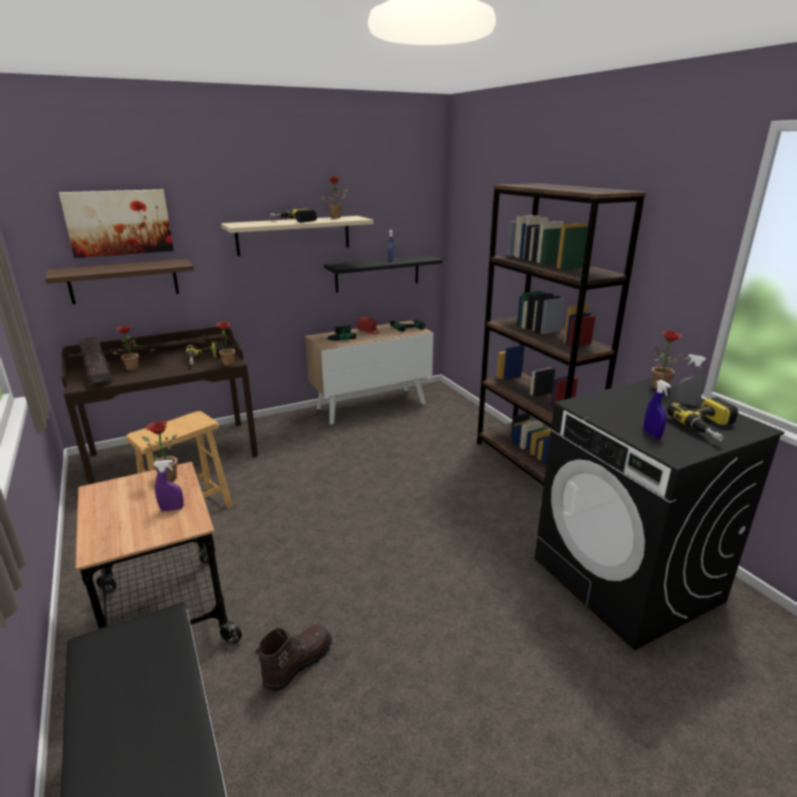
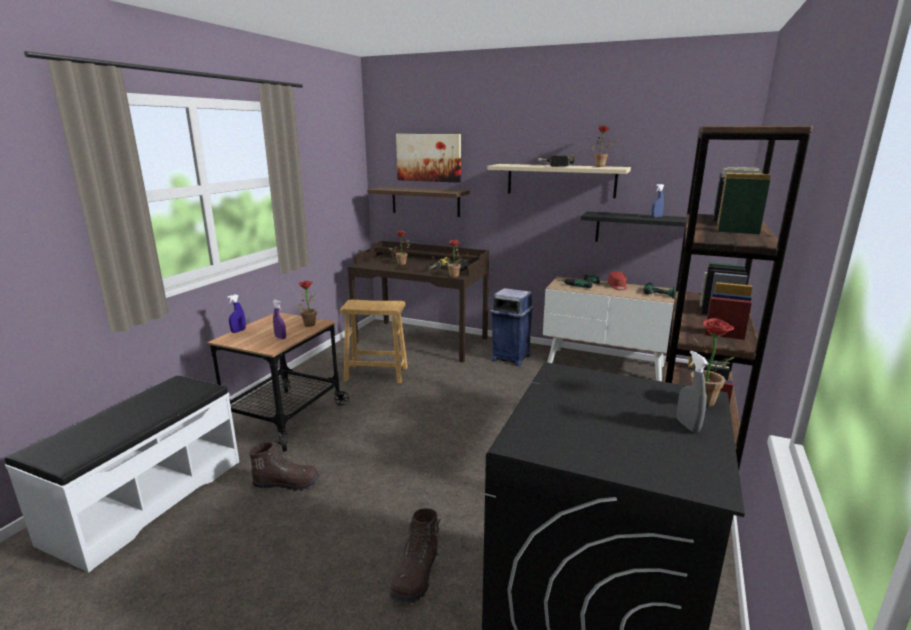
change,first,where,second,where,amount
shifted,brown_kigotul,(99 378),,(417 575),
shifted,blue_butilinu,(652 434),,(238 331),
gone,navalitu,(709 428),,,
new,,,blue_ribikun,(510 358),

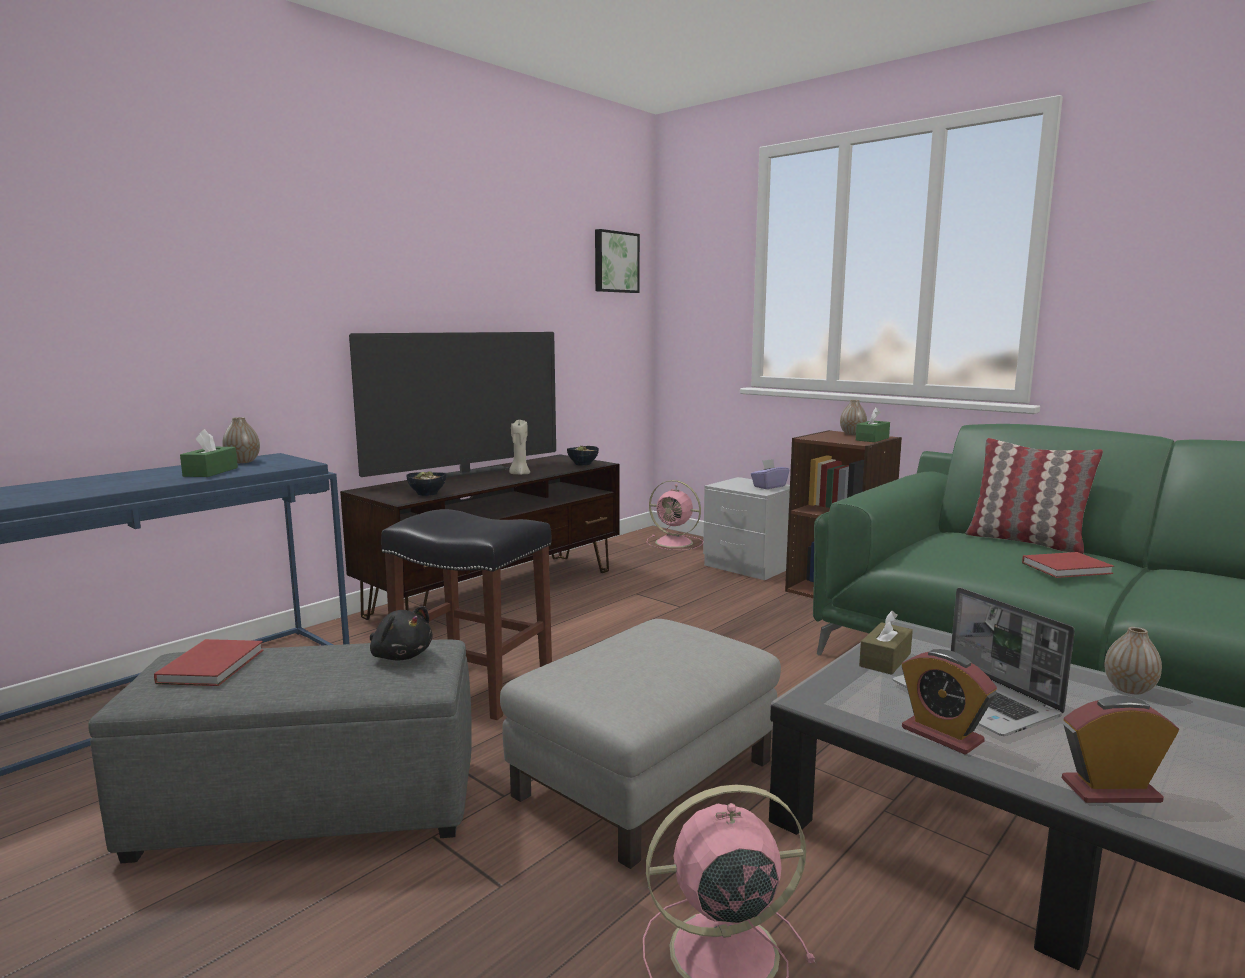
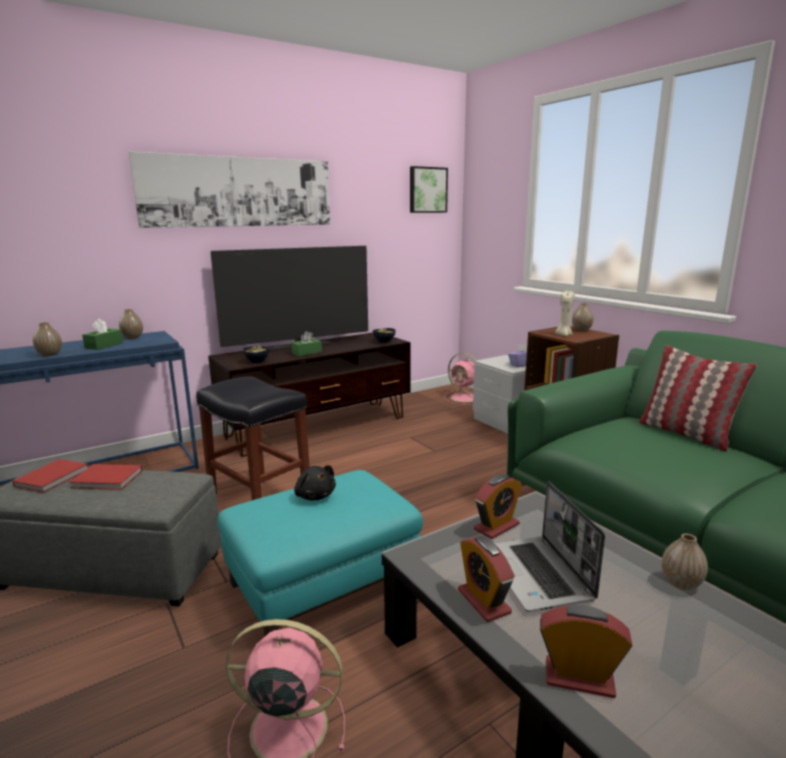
change,first,where,second,where,amount
shifted,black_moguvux,(401 655),,(314 495),
repainted,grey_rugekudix,(644 777),turquoise_rugekudix,(323 583),
shifted,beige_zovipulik,(519 474),,(563 335),
shifted,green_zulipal,(872 439),,(307 352),
swapped,brown_zulipal,(885 660),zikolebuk,(496 527),
shifted,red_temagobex,(1069 568),,(108 480),
new,,,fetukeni,(50 354),
new,,,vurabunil,(239 192),

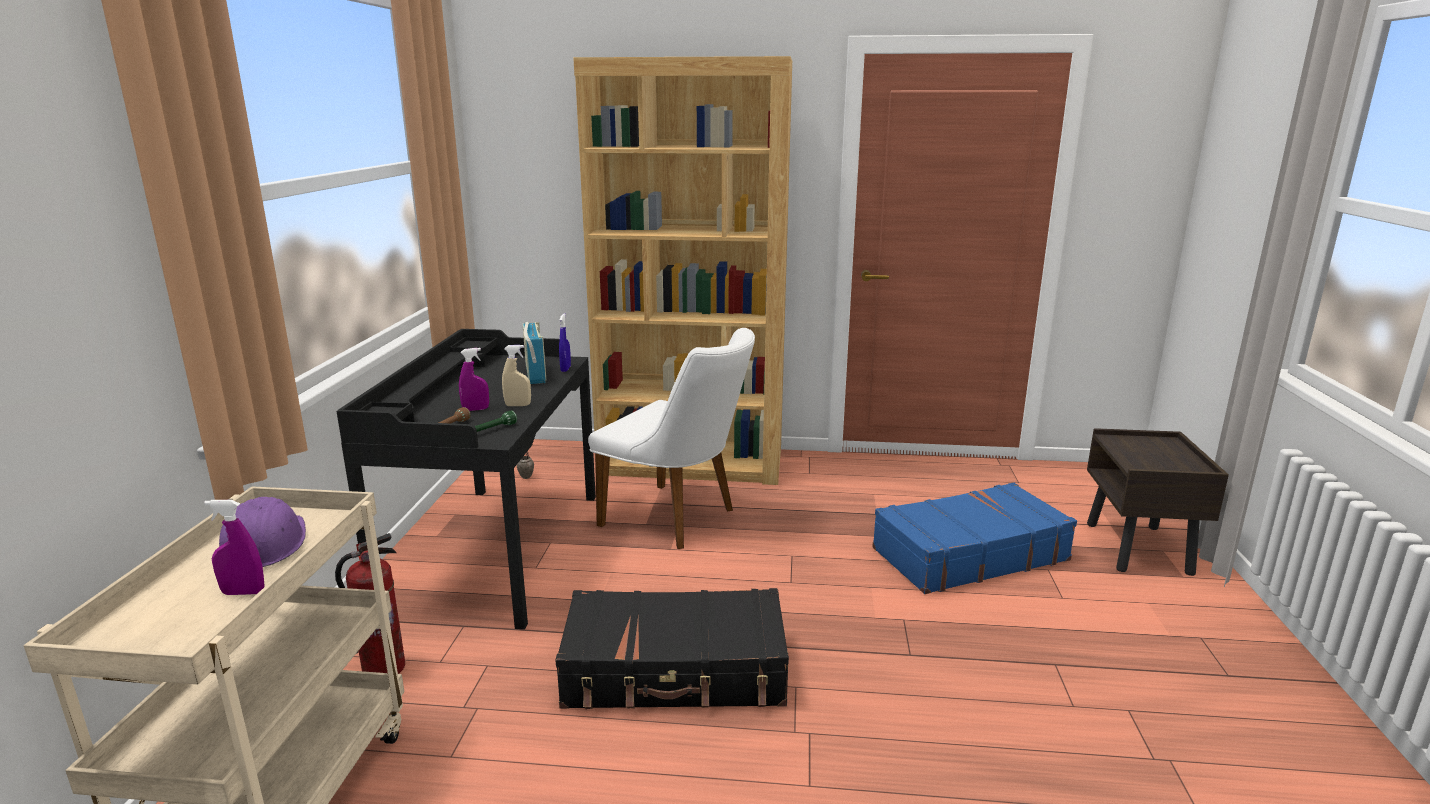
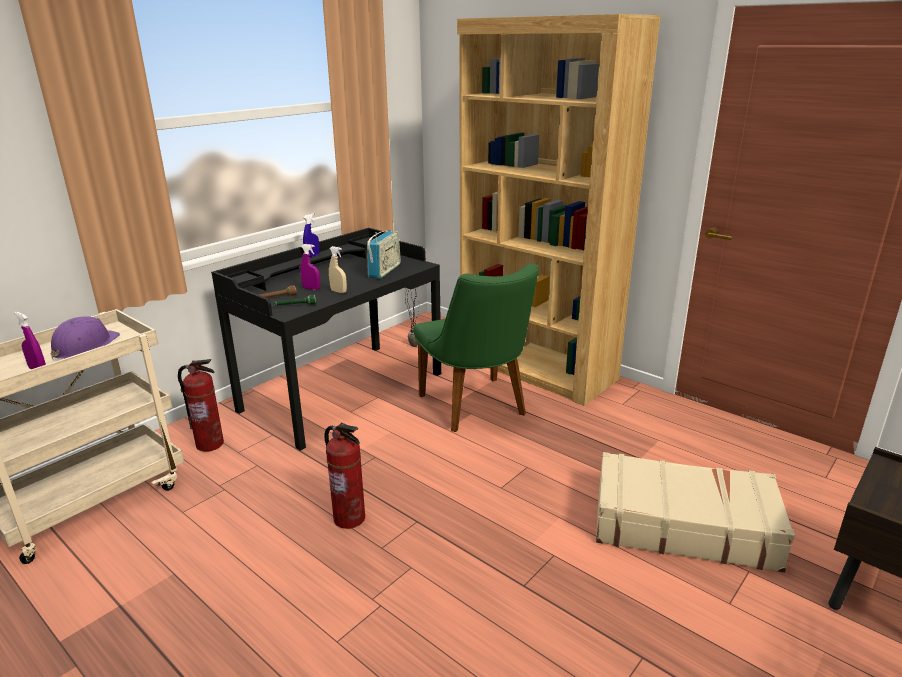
change,first,where,second,where,amount
swapped,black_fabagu,(675 671),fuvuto,(350 518),
shifted,blue_butilinu,(565 369),,(312 256),
repainted,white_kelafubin,(678 519),green_kelafubin,(477 409),
repainted,blue_fabagu,(968 554),beige_fabagu,(682 525),

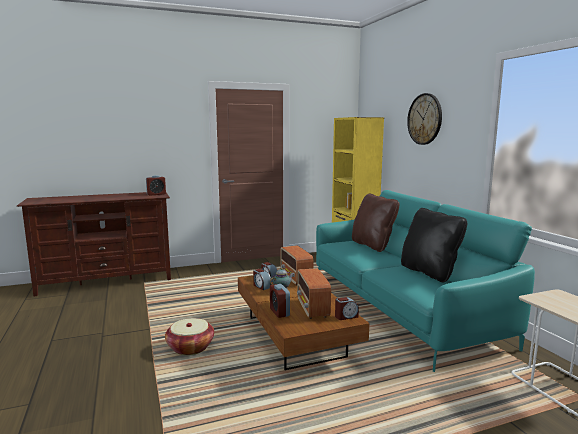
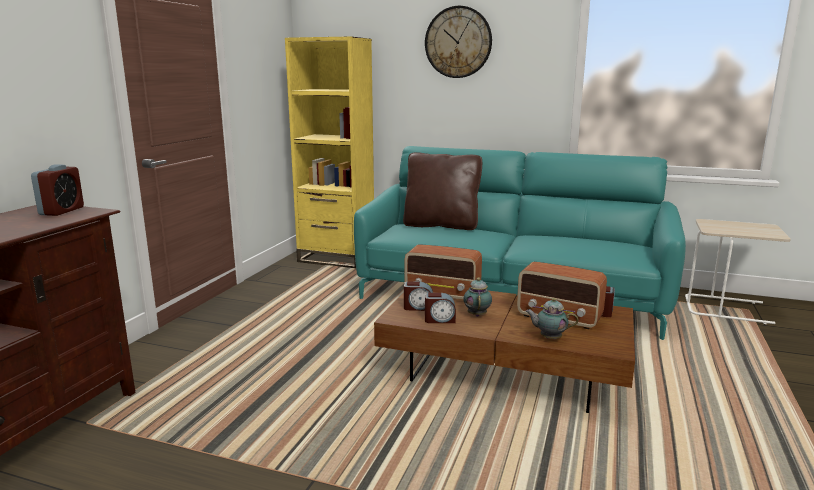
change,first,where,second,where,amount
gone,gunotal,(190 347),,,
swapped,zikolebuk,(279 312),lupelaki,(549 338),
gone,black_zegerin,(429 272),,,

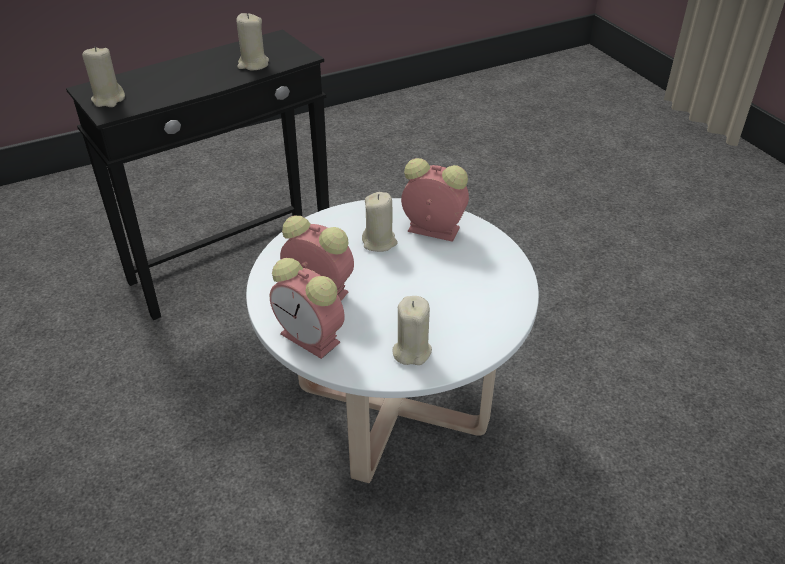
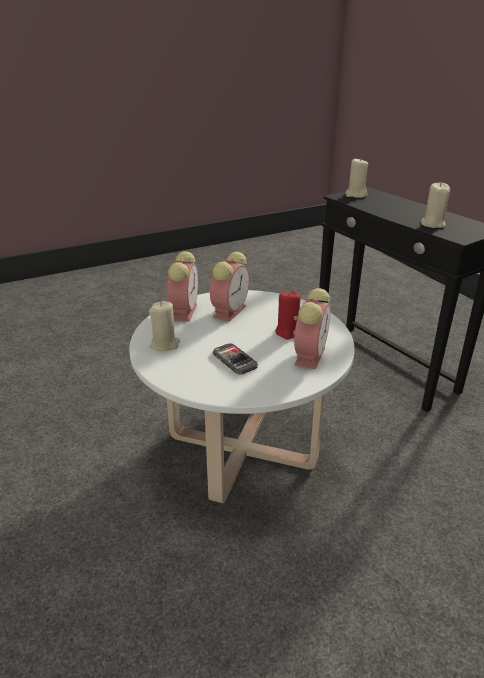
change,first,where,second,where,amount
rotated,zikolebuk,(312 339),,(184 311),150 degrees clockwise
repainted,beige_zovipulik,(379 242),red_zovipulik,(288 332),
new,,,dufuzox,(235 360),

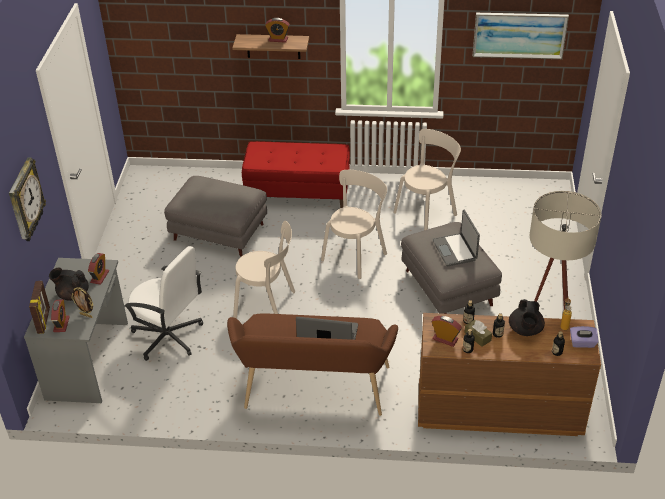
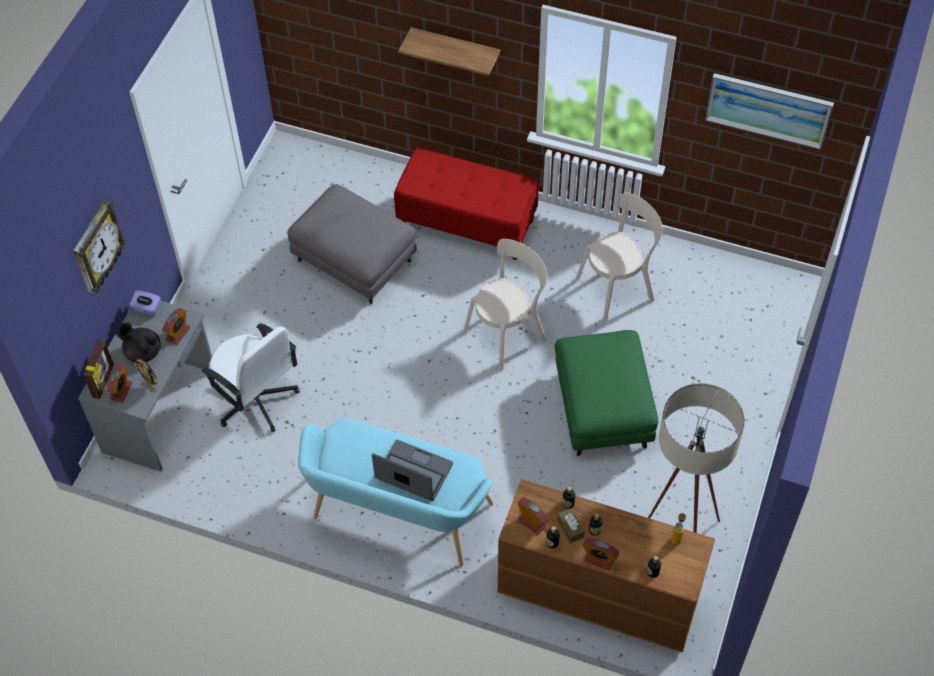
change,first,where,second,where,amount
repainted,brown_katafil,(314 392),turquoise_katafil,(397 516),
gone,beige_kelafubin,(268 305),,,
shifted,zikolebuk,(278 39),,(599 559),
repainted,grey_rugekudix,(449 288),green_rugekudix,(603 409),
gone,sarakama,(455 250),,,
gone,black_lupelaki,(525 330),,,
shifted,purple_zulipal,(582 343),,(147 308),

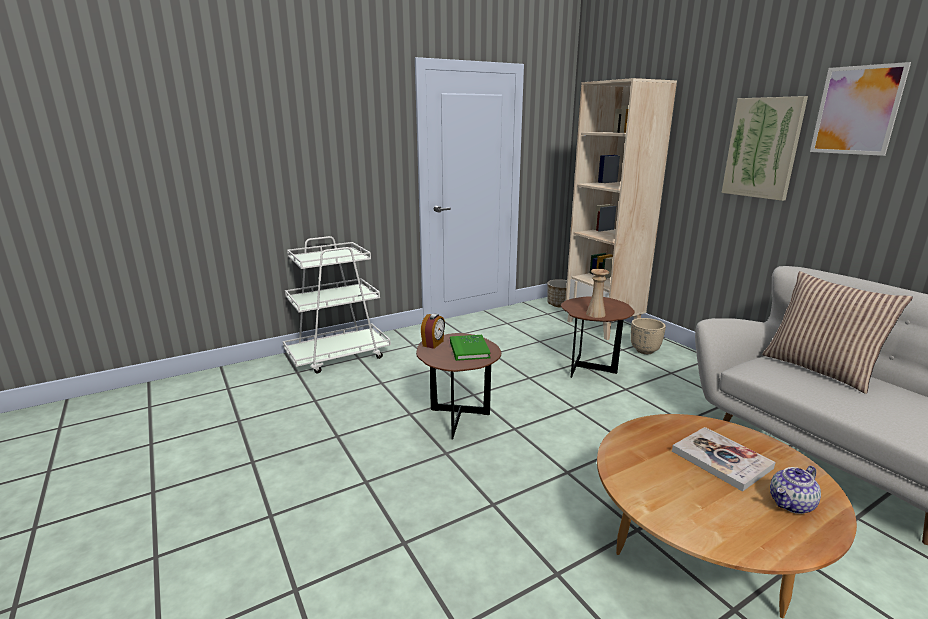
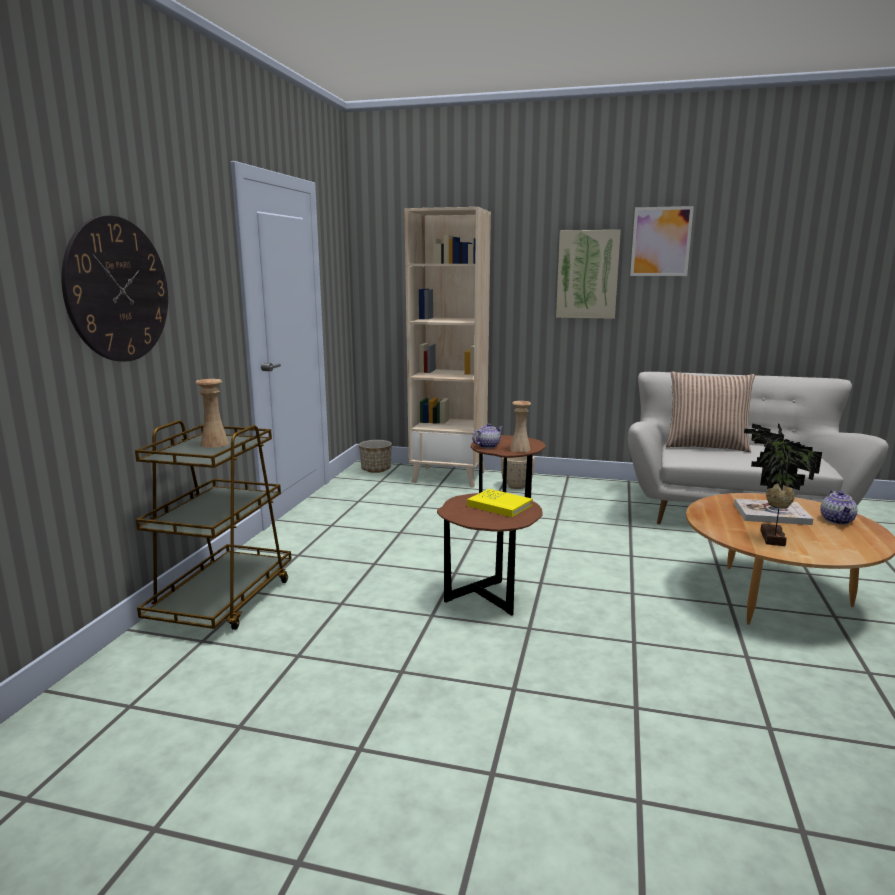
change,first,where,second,where,amount
repainted,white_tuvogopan,(338 356),brown_tuvogopan,(223 601),
gone,zikolebuk,(433 343),,,
repainted,green_temagobex,(469 349),yellow_temagobex,(499 505),
new,,,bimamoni,(118 290),
new,,,beige_fetukeni,(214 444),
new,,,lupelaki,(487 446),
new,,,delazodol,(769 538),

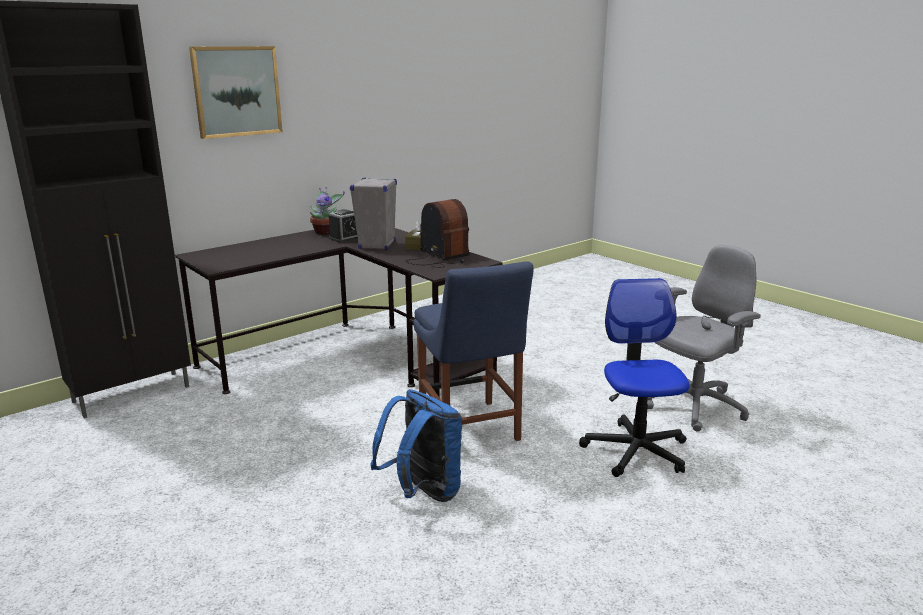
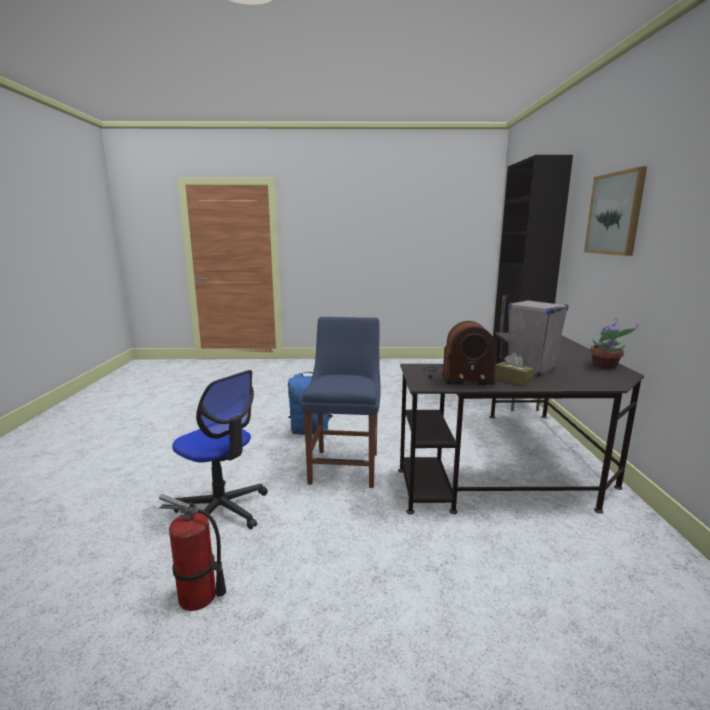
change,first,where,second,where,amount
gone,zikolebuk,(345 238),,,
rotated,blue_kelafubin,(470 429),,(345 465),75 degrees clockwise
swapped,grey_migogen,(693 407),fuvuto,(198 597),

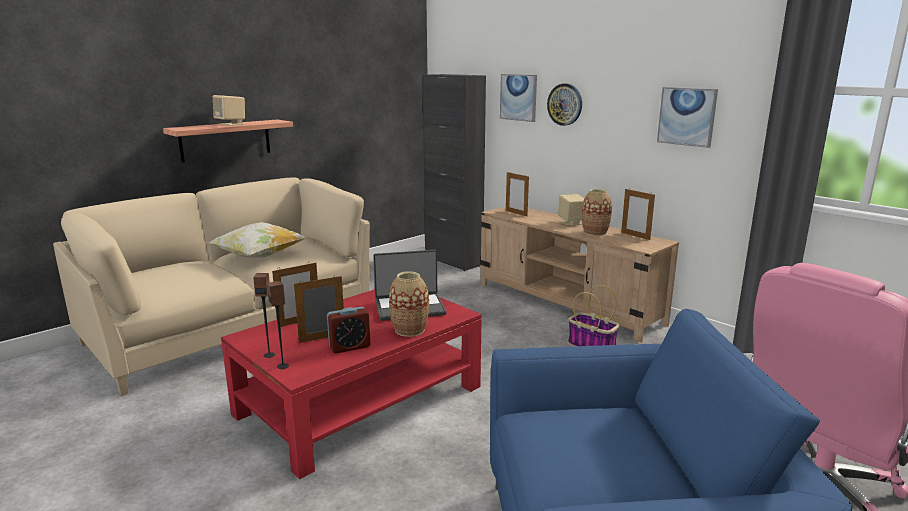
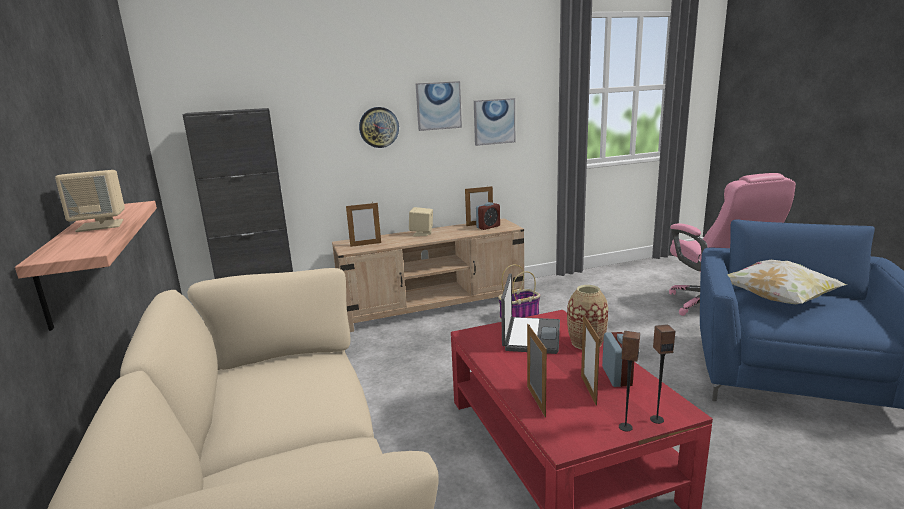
change,first,where,second,where,amount
shifted,zegerin,(259 257),,(778 300),
shifted,vurabunil,(518 97),,(438 105),
gone,fetukeni,(595 232),,,
new,,,zikolebuk,(488 227),

